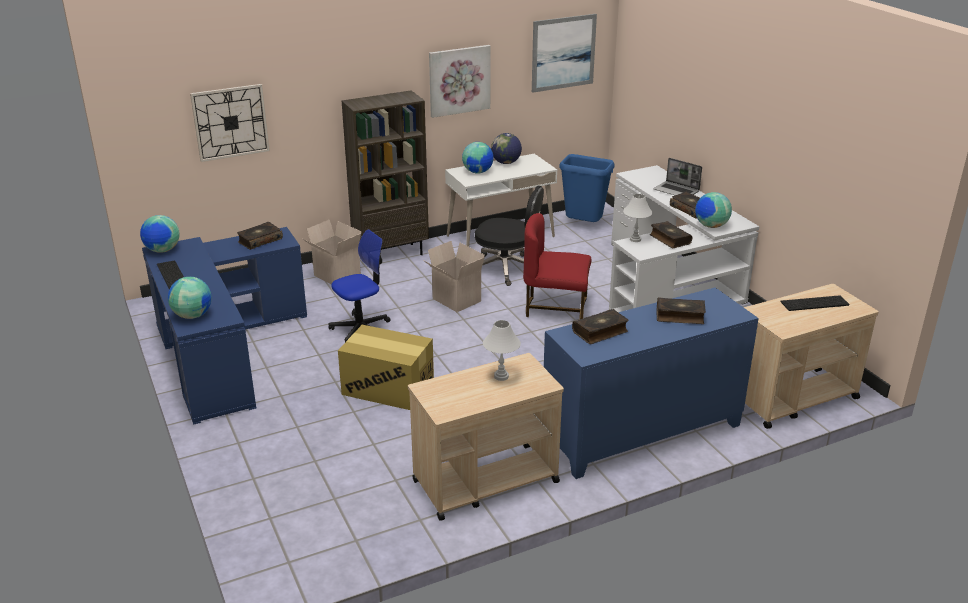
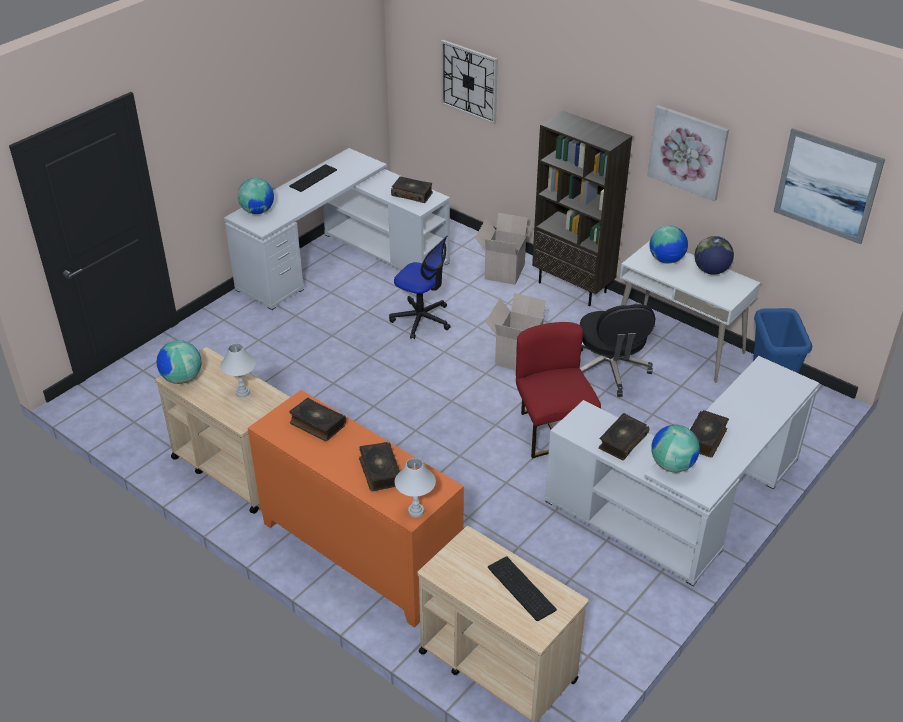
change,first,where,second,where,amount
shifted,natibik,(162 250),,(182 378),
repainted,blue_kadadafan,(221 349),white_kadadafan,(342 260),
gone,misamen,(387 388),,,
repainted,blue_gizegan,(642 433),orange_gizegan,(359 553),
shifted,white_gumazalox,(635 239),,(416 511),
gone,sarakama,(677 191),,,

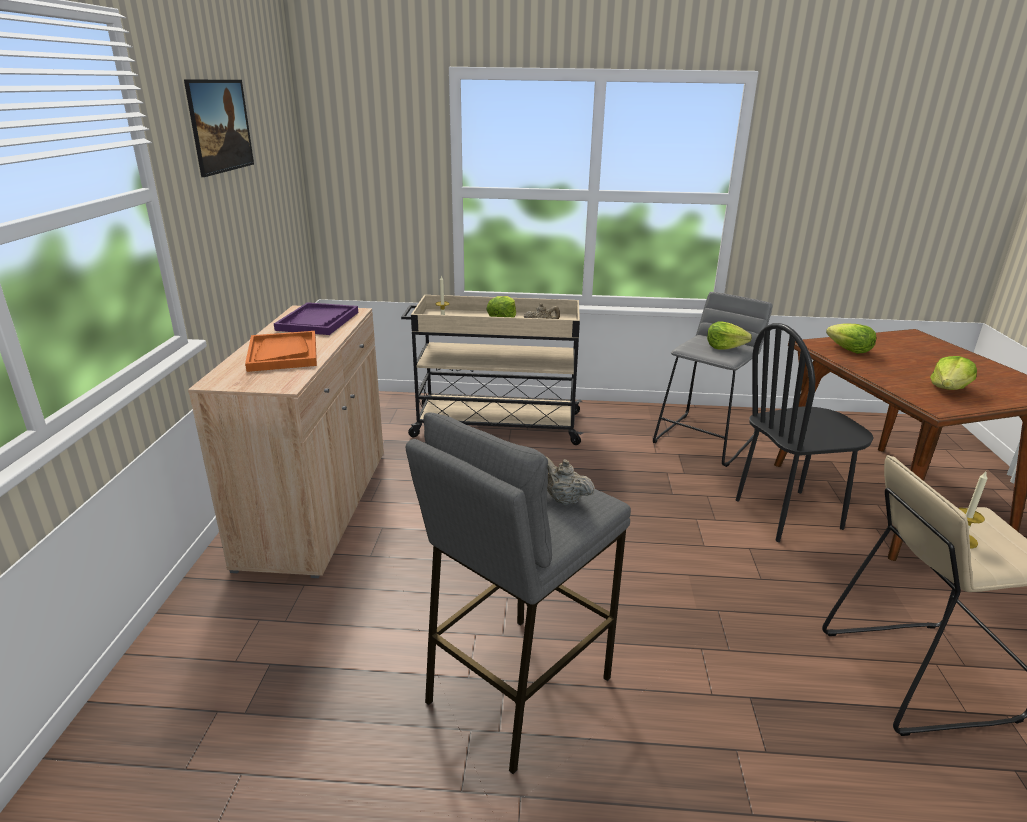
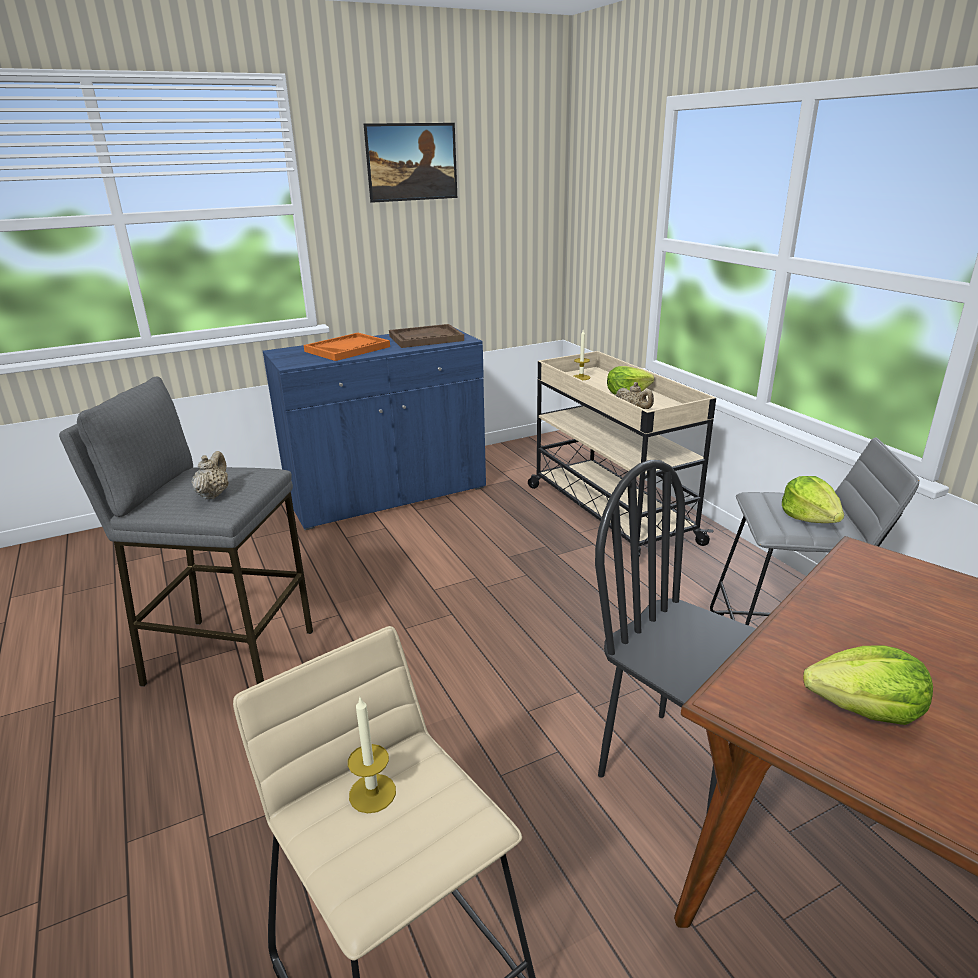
change,first,where,second,where,amount
repainted,beige_gizegan,(317 506),blue_gizegan,(387 495),
repainted,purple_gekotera,(318 321),brown_gekotera,(426 338),
gone,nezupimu,(849 350),,,

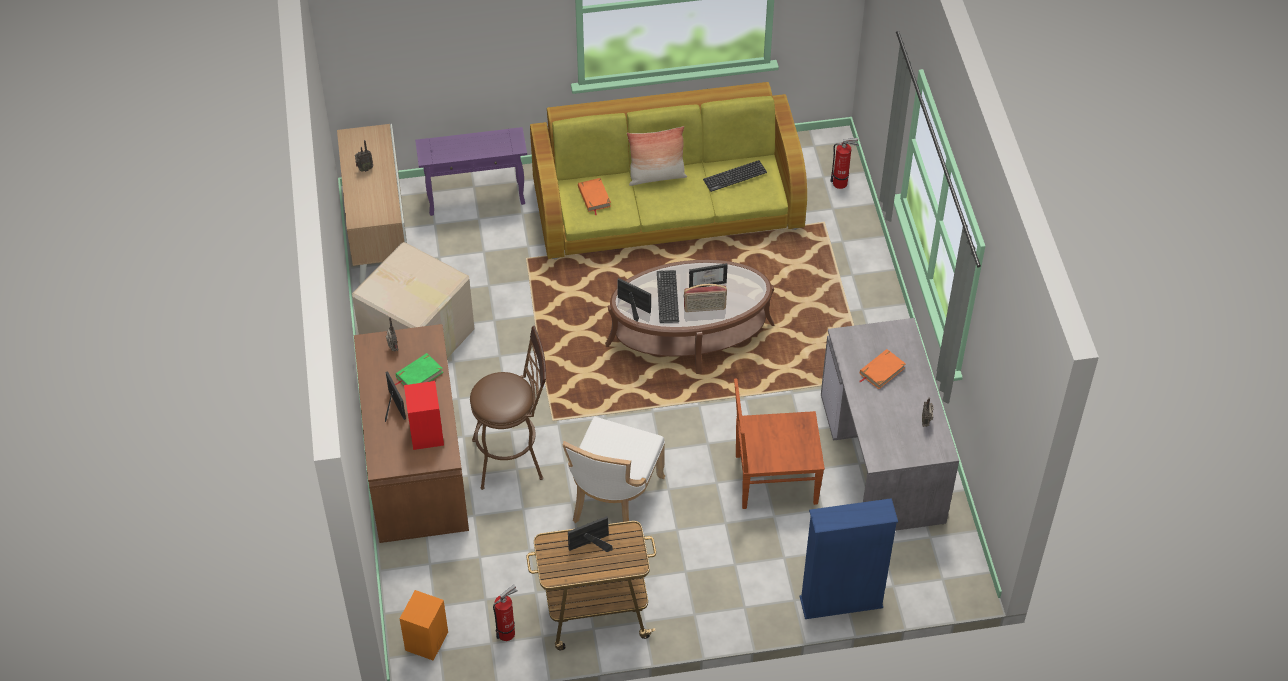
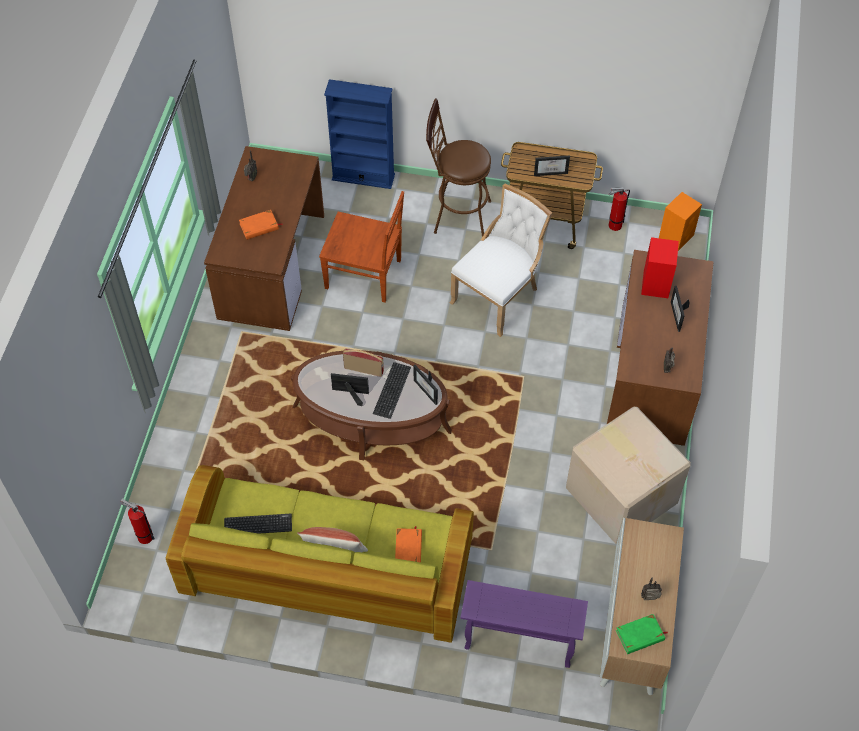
change,first,where,second,where,amount
shifted,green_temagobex,(419 374),,(640 635),
shifted,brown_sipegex,(514 458),,(456 216),
repainted,grey_kadadafan,(883 458),brown_kadadafan,(271 265),

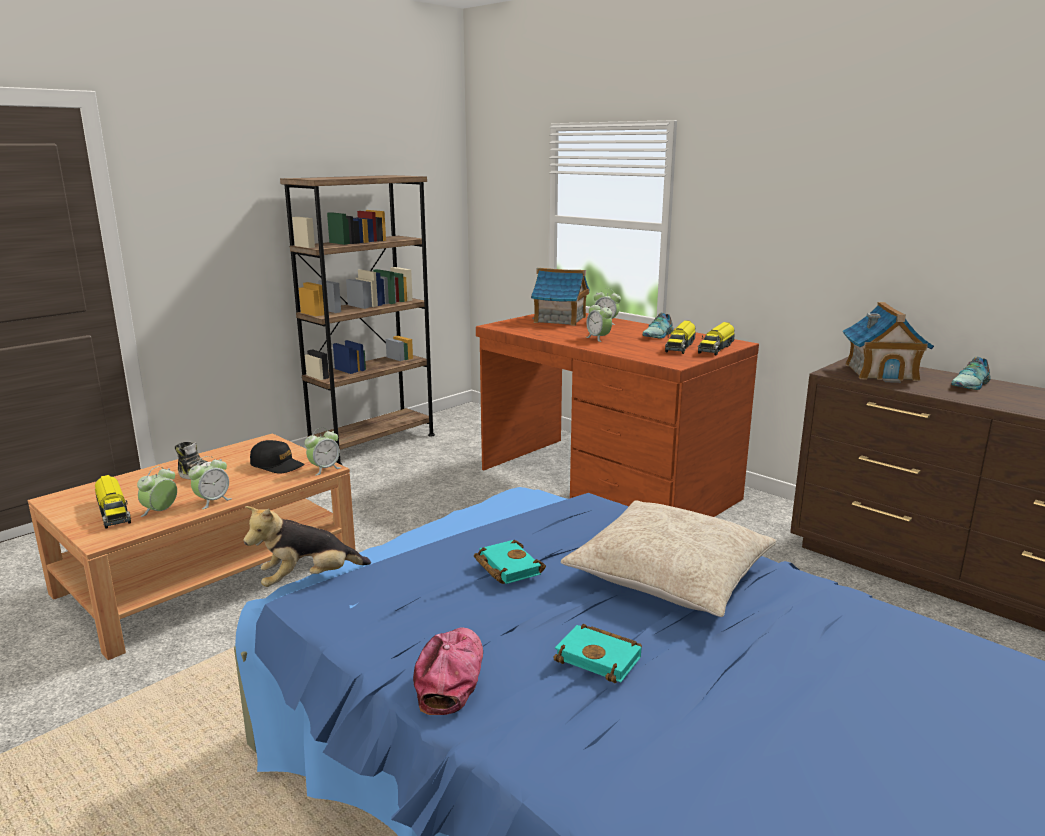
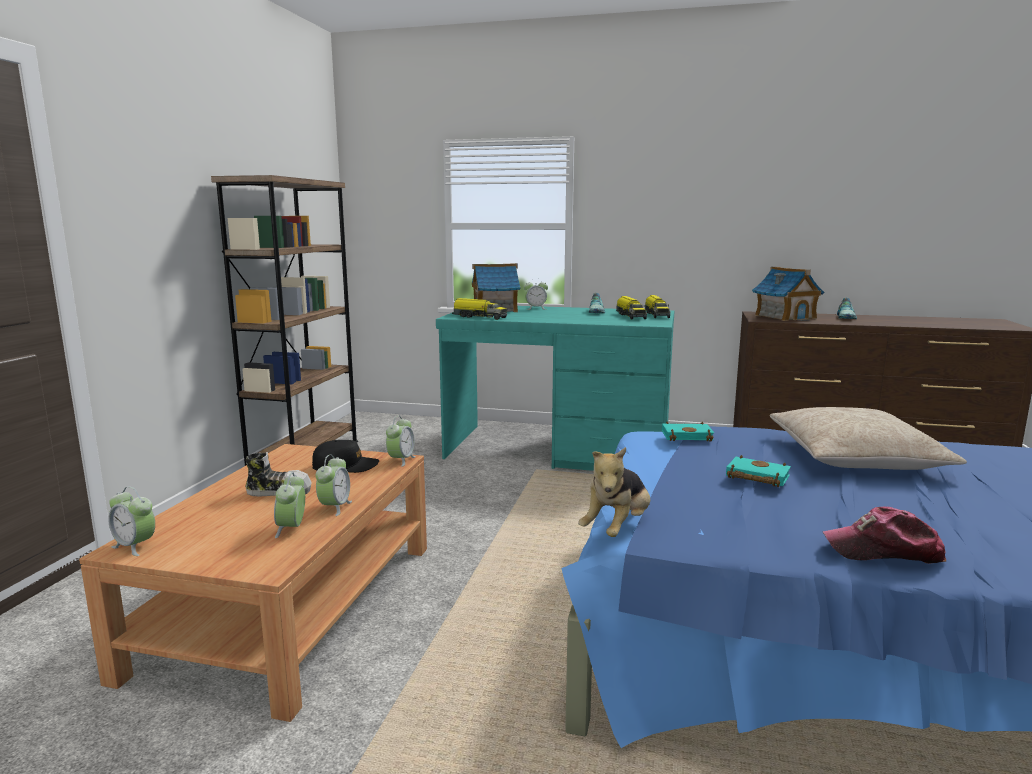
change,first,where,second,where,amount
shifted,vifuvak,(113 511),,(479 317),
rotated,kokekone,(451 676),,(883 551),60 degrees counterclockwise
repainted,brown_kadadafan,(606 484),turquoise_kadadafan,(559 450),
shifted,turquoise_temagobex,(601 658),,(688 435),
shifted,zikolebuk,(598 338),,(135 546),

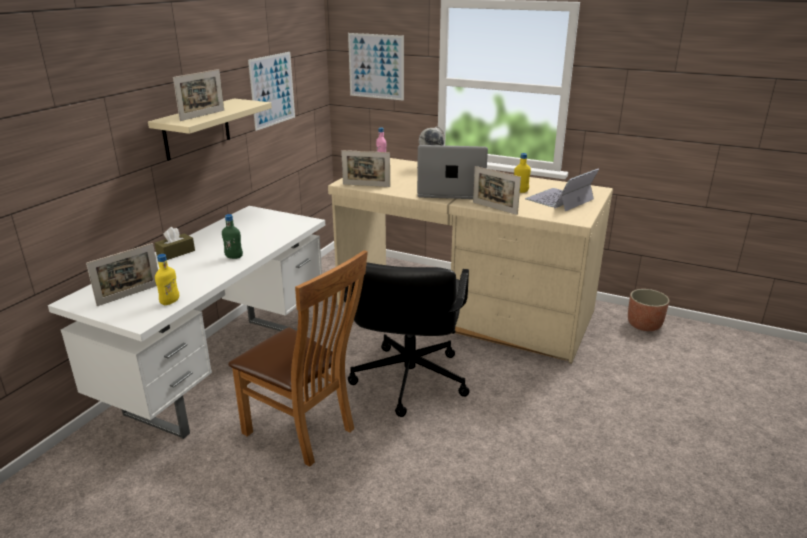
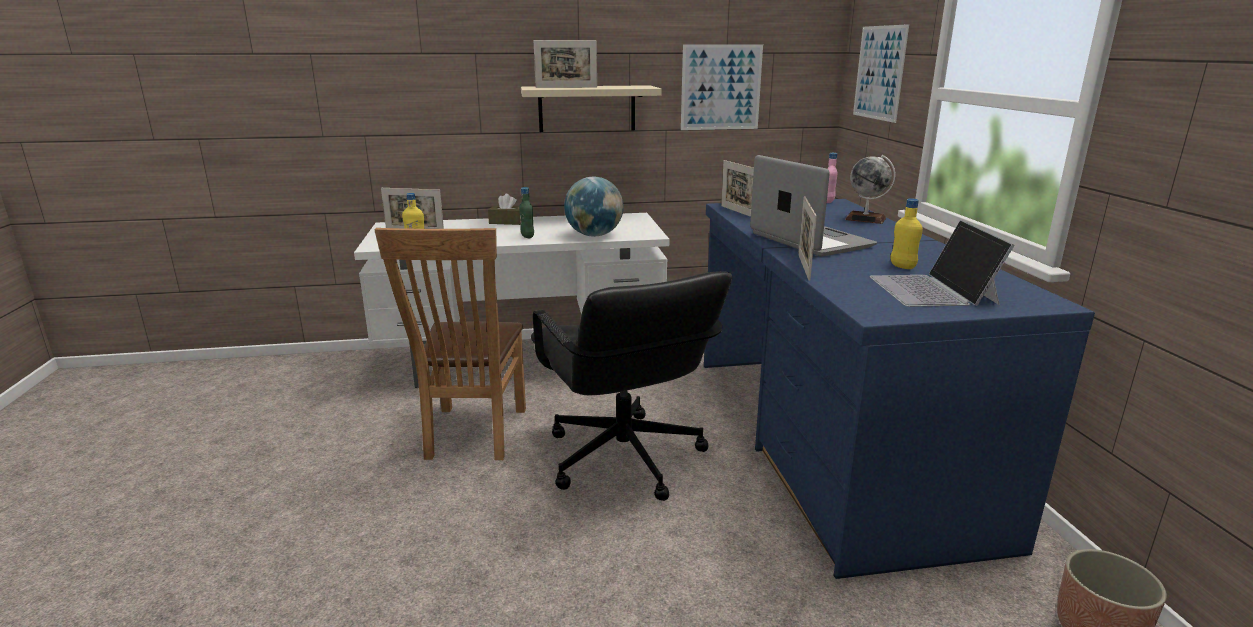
change,first,where,second,where,amount
repainted,beige_kadadafan,(463 309),blue_kadadafan,(827 439),
rotated,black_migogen,(408 380),,(623 458),90 degrees counterclockwise
rotated,sarakama,(559 199),,(933 290),105 degrees counterclockwise
new,,,natibik,(594 235),

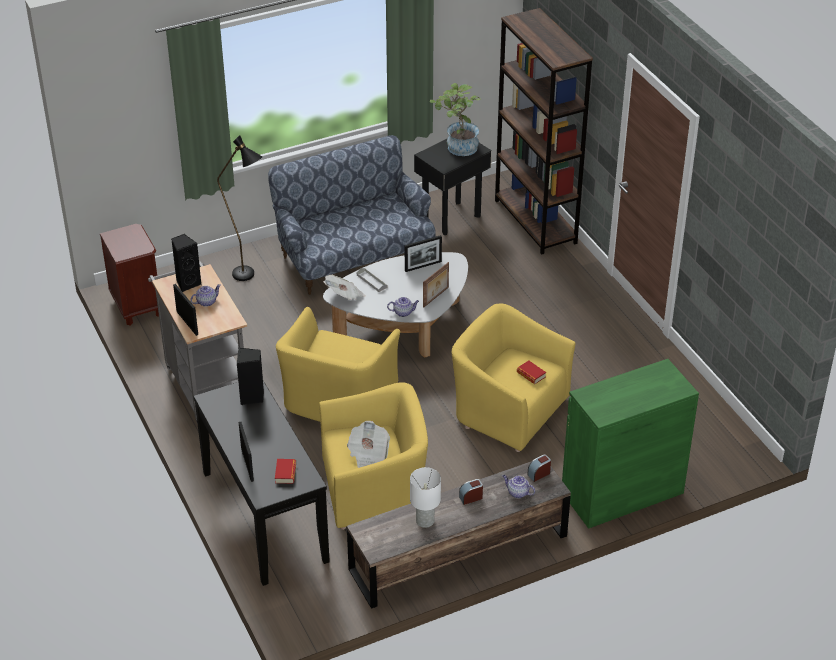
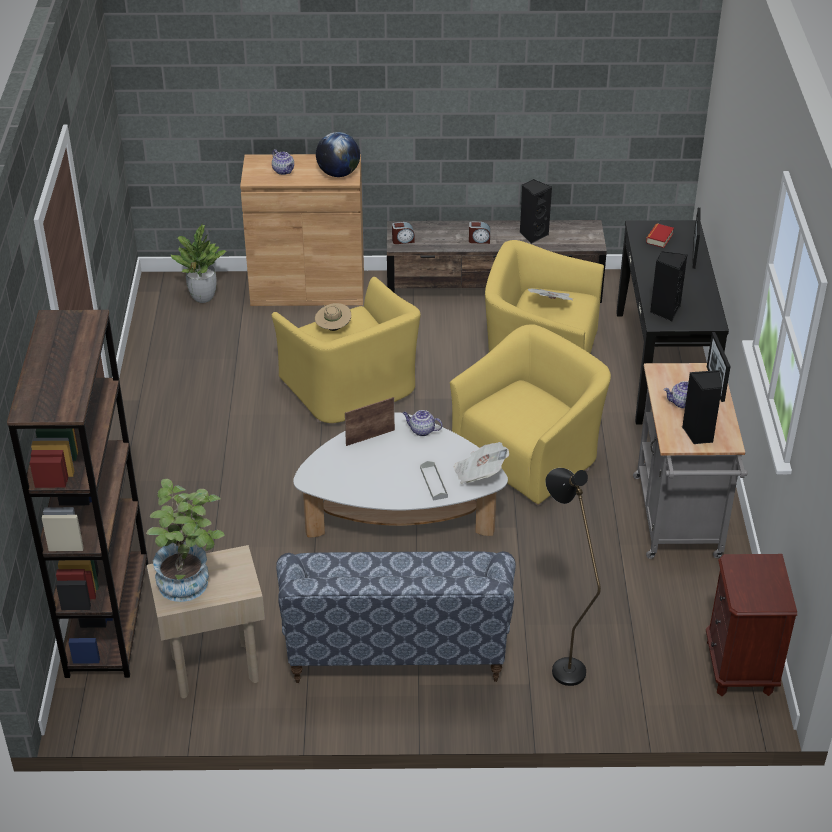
change,first,where,second,where,amount
gone,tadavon,(423 266),,,
swapped,white_gumazalox,(425 521),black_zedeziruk,(533 234),
repainted,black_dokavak,(452 218),beige_dokavak,(214 668),
shifted,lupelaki,(517 493),,(284 171),
swapped,temagobex,(531 375),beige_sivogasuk,(333 328),
repainted,green_gizegan,(622 492),brown_gizegan,(307 289),
new,,,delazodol,(203 297),
new,,,natibik,(338 173),

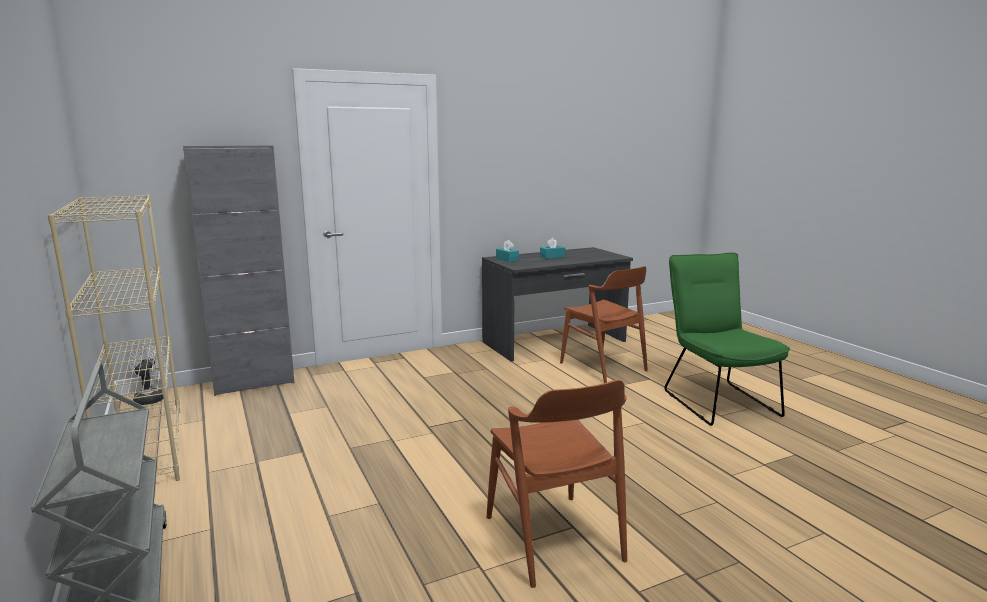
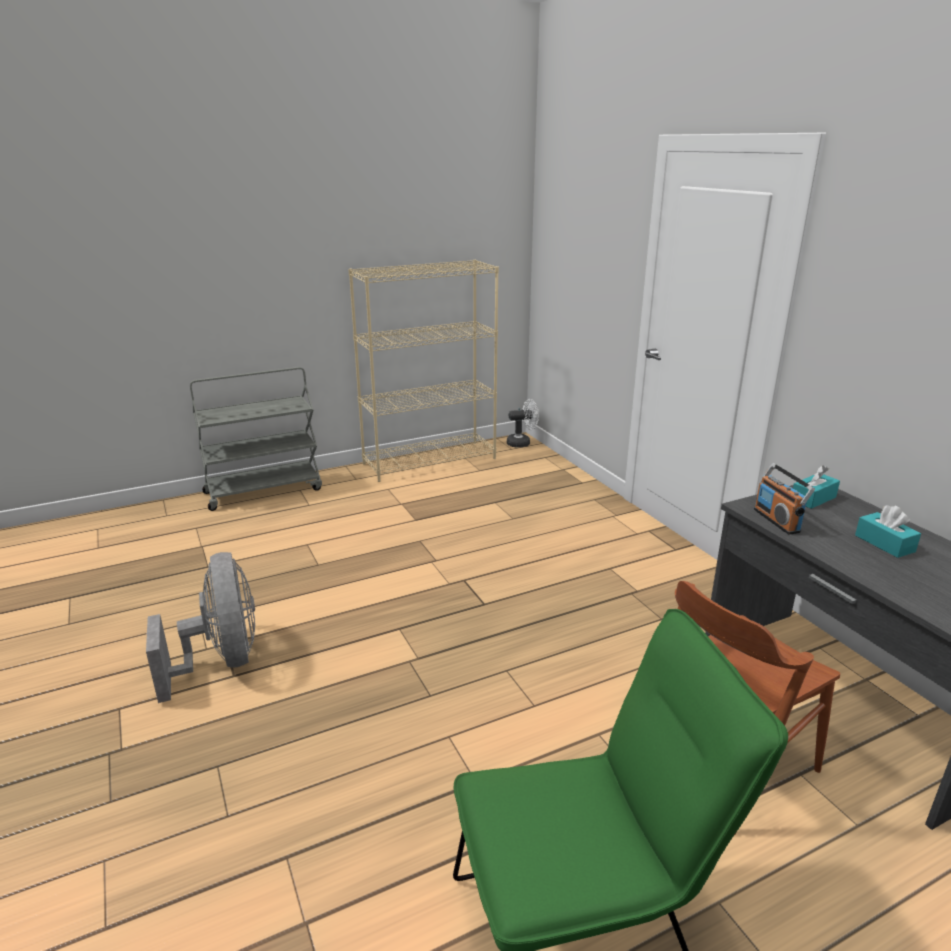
change,first,where,second,where,amount
gone,grey_gizegan,(253 383),,,
swapped,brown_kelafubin,(553 538),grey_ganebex,(222 661),
new,,,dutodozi,(777 520),

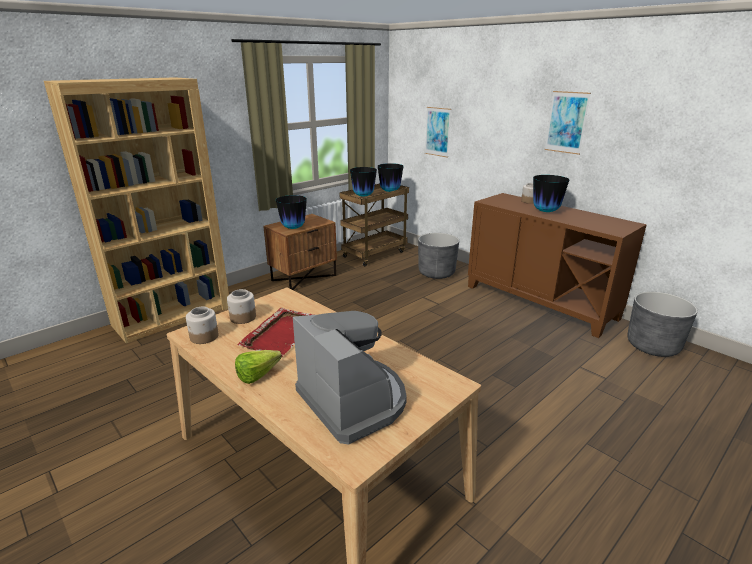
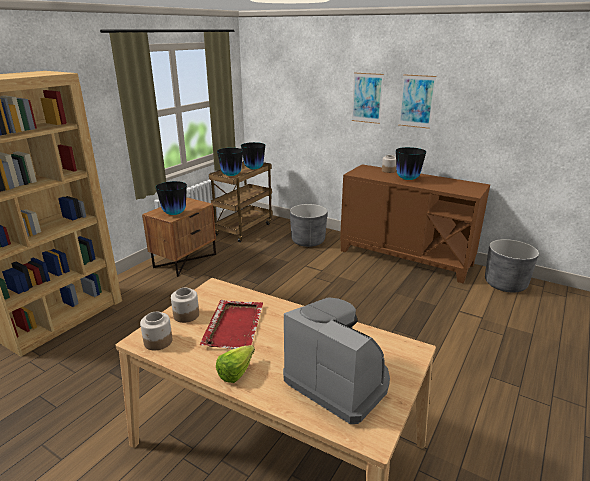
change,first,where,second,where,amount
shifted,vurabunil,(437 132),,(367 98),

